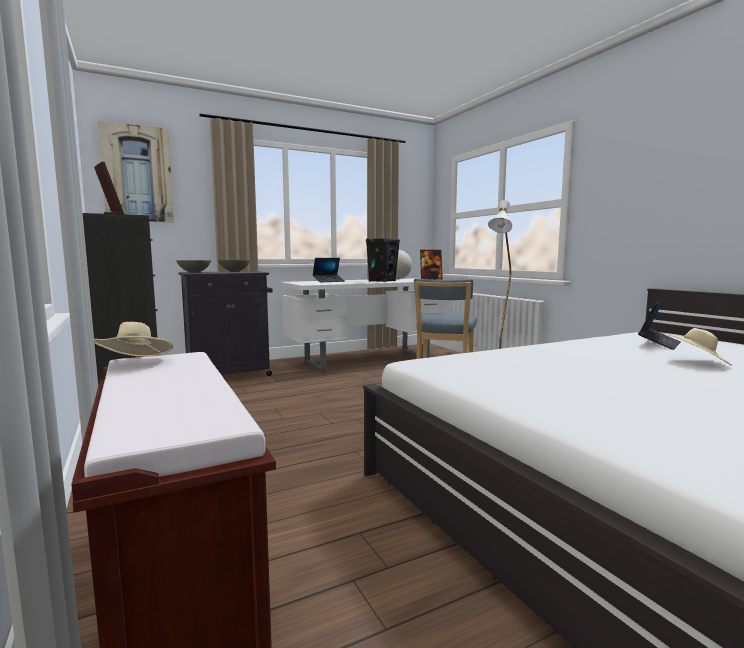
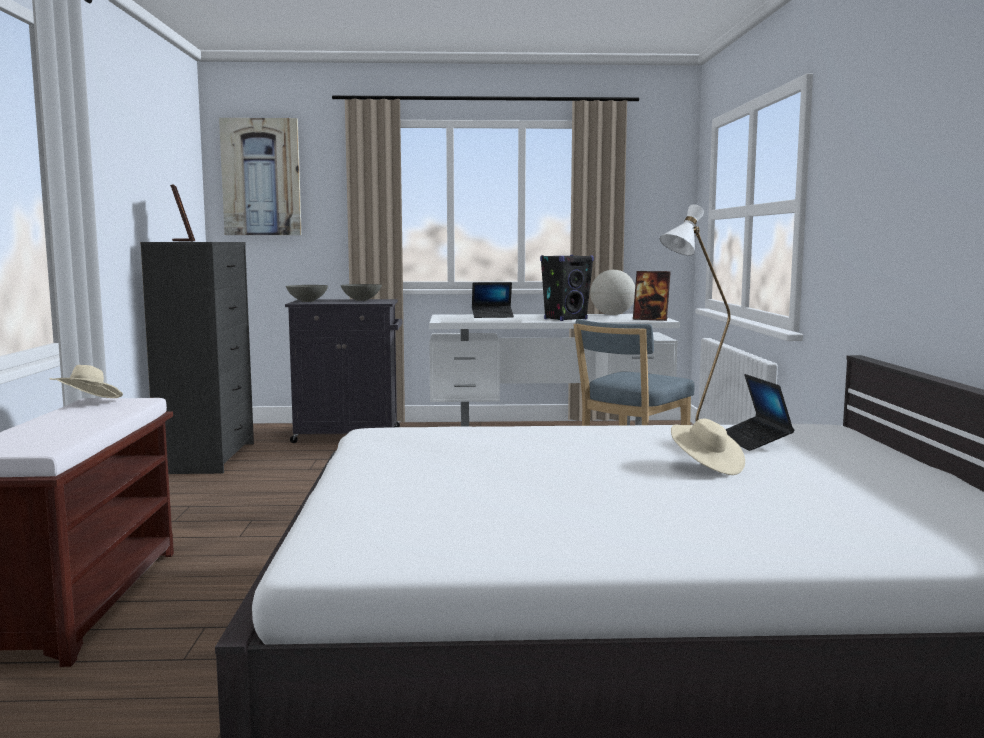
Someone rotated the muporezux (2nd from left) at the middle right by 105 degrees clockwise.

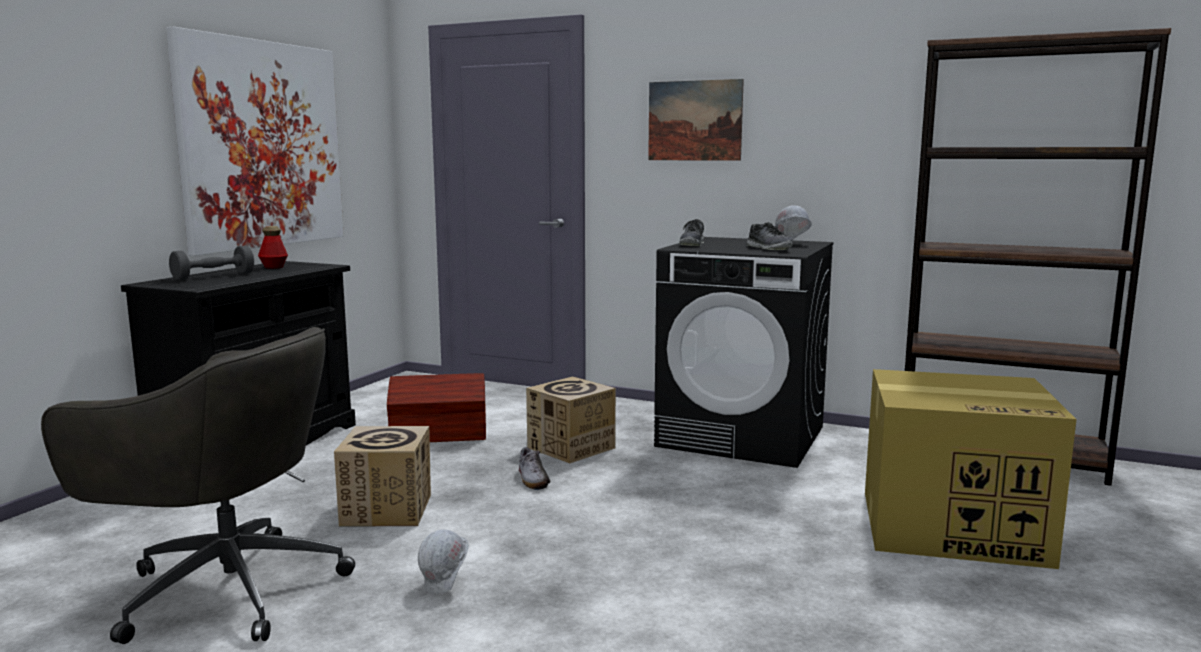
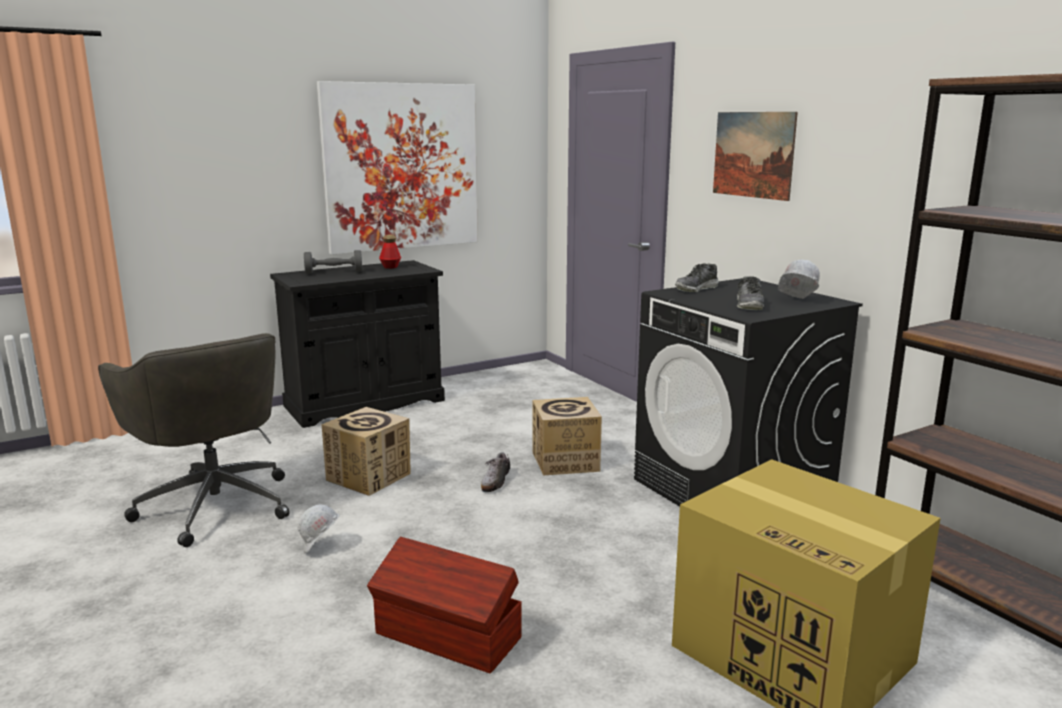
Someone carried the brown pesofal from the centre to the bottom centre.

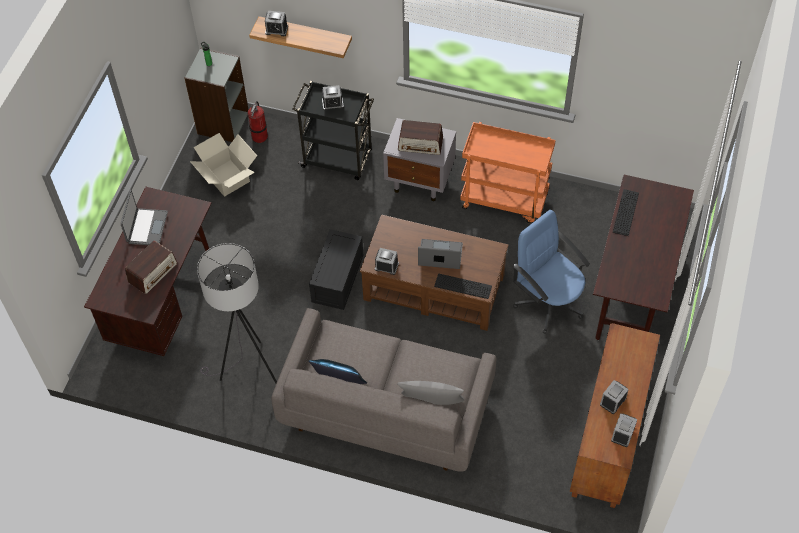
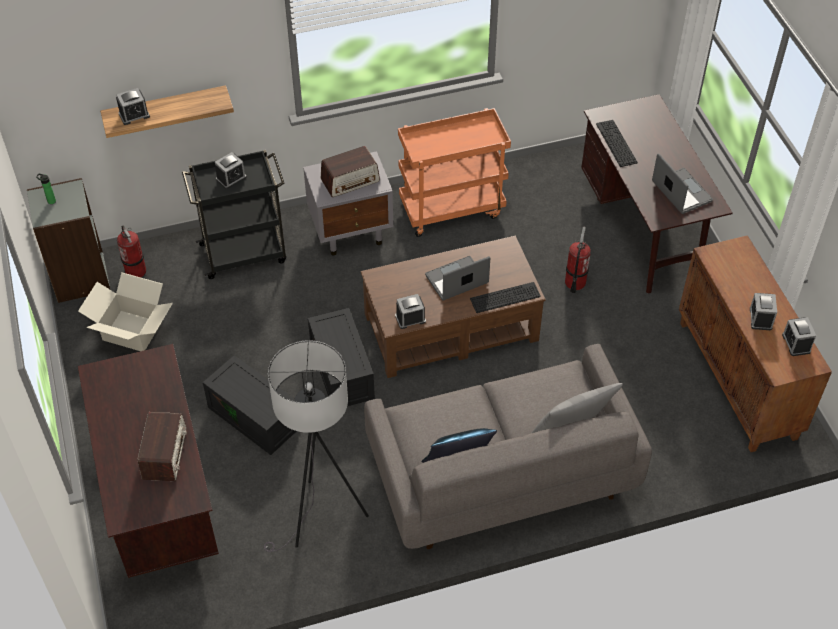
Someone put down the black pesofal (1st from left) at the middle left.
Someone swapped the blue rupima at the middle right for the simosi (2nd from left) at the middle right.
Someone carried the muporezux (1st from left in the first image) from the middle left to the top right.

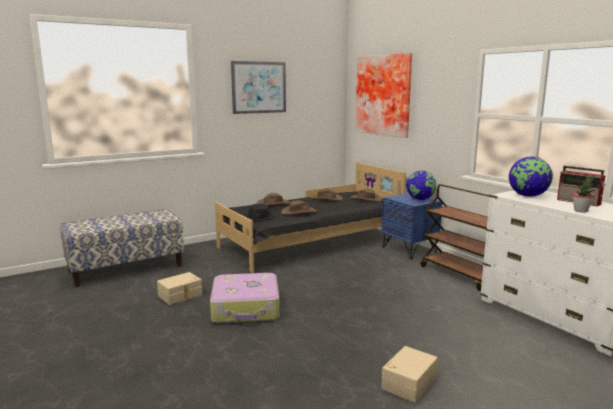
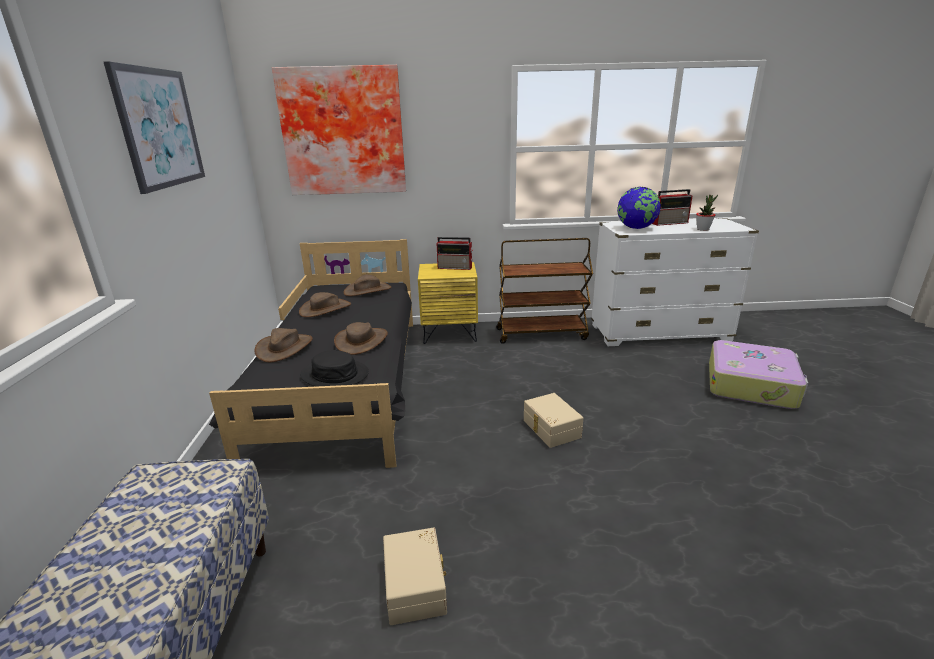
Someone repainted the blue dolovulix at the middle right, which became the yellow dolovulix at the centre.
Someone swapped the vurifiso (1st from left) at the middle right for the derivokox (1st from left) at the centre.
Someone carried the beige pesofal (2nd from left) from the bottom right to the centre.
Someone carried the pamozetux from the bottom centre to the middle right.

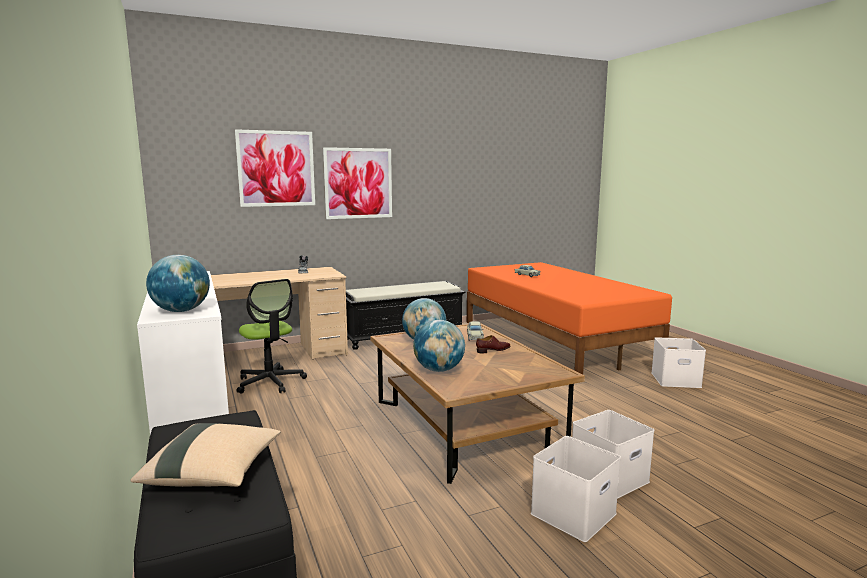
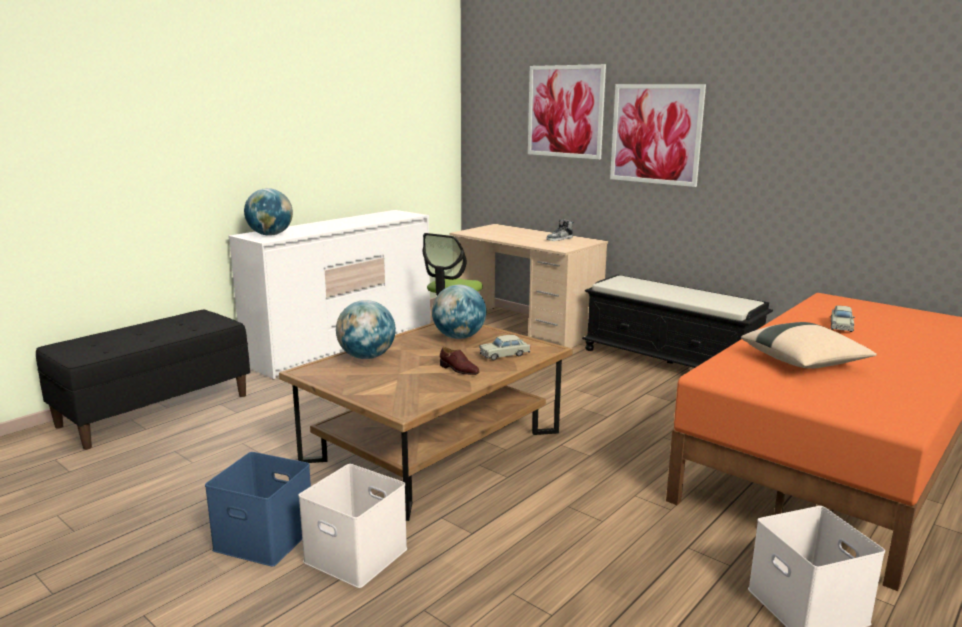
Someone repainted the white pesofal (1st from left) at the bottom centre, which became the blue pesofal at the bottom left.
Someone carried the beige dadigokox from the bottom left to the middle right.

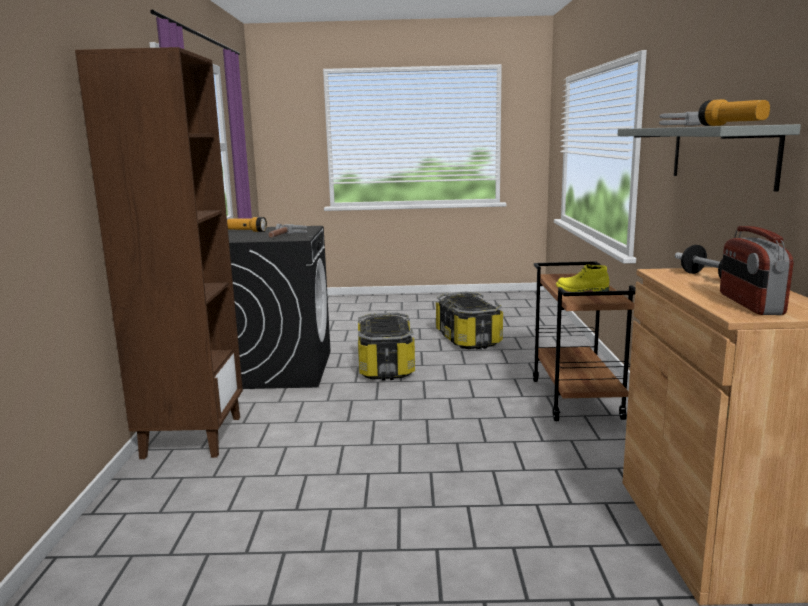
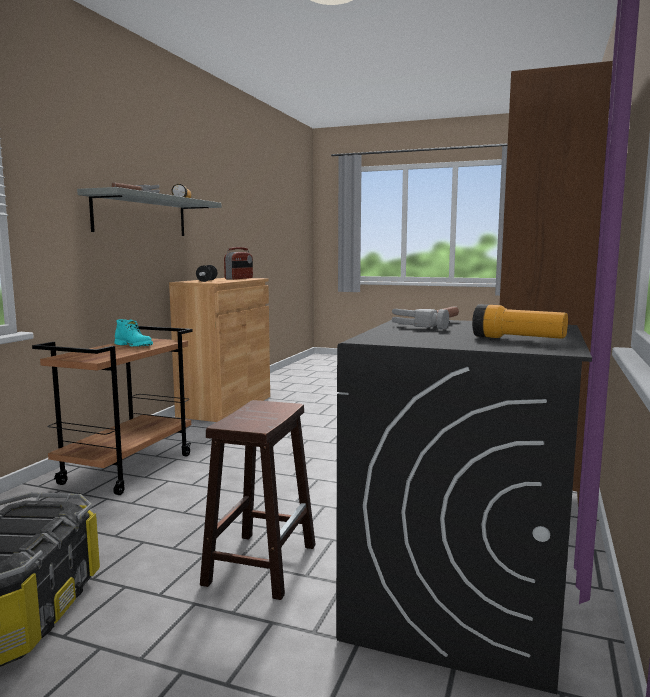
Someone repainted the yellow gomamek at the middle right, which became the turquoise gomamek at the middle left.
Someone swapped the pesofal (1st from left) at the centre for the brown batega at the bottom centre.

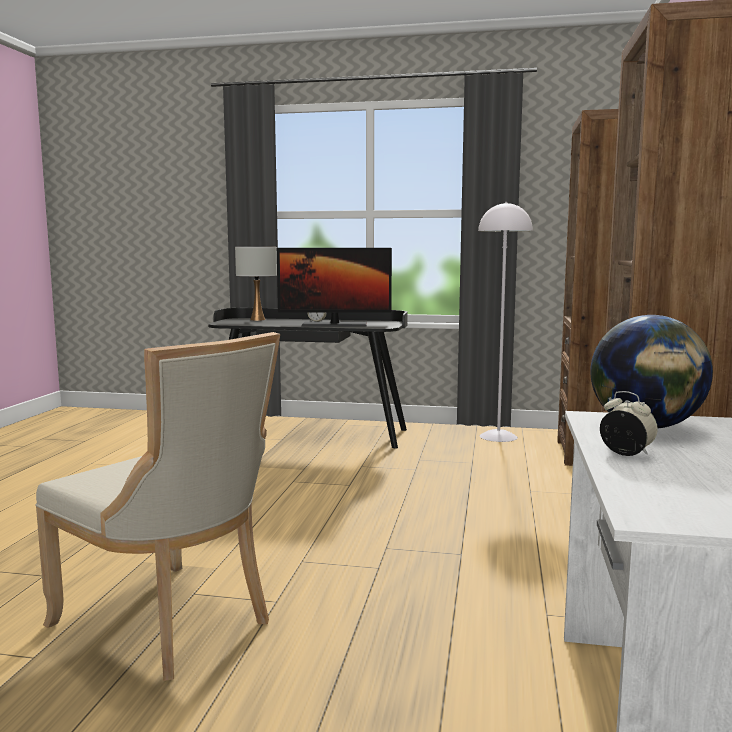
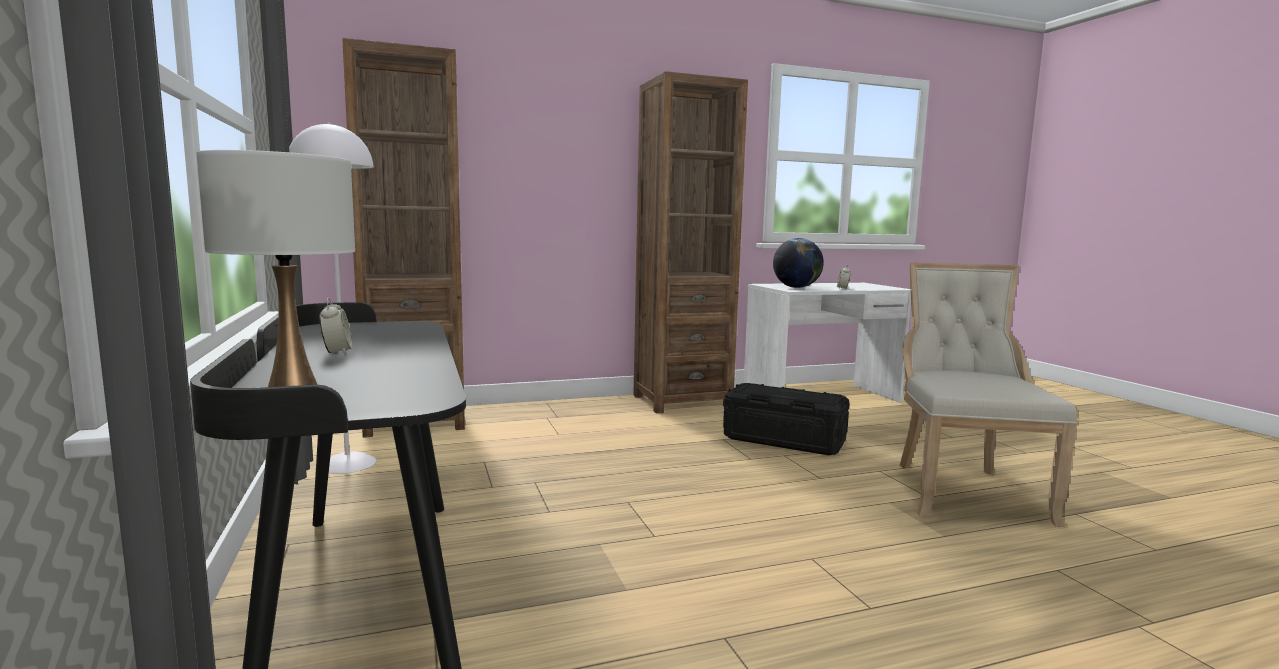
Someone put down the black pesofal at the centre.
Someone took away the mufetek at the centre.

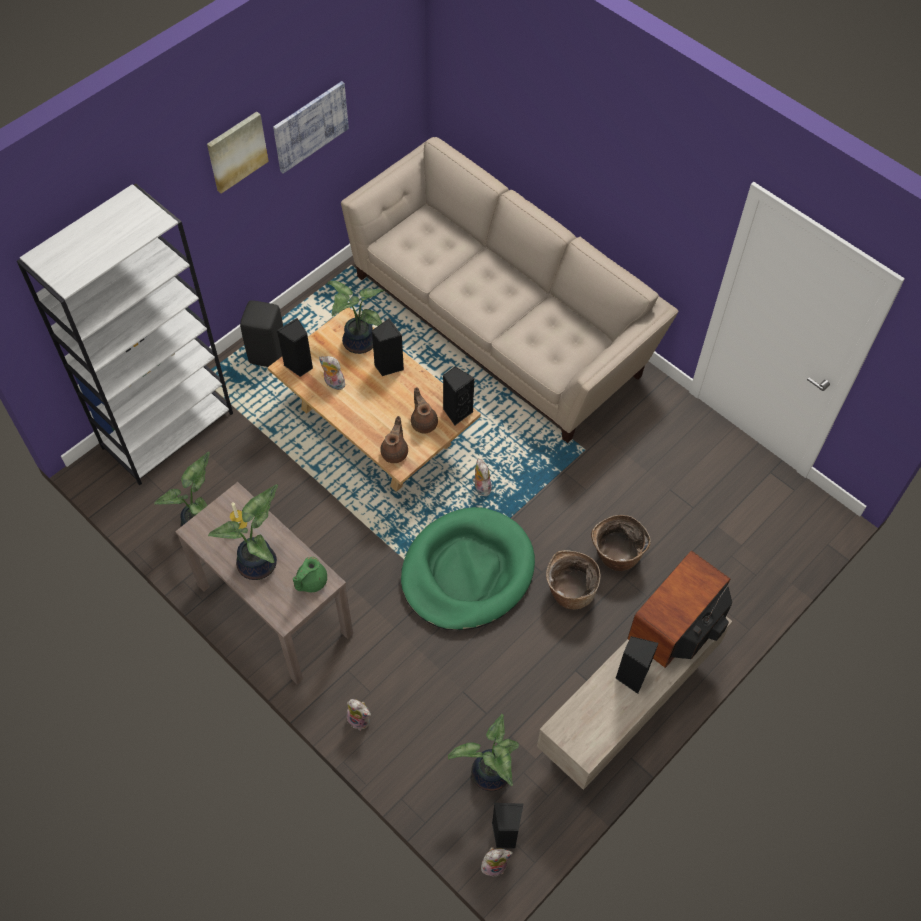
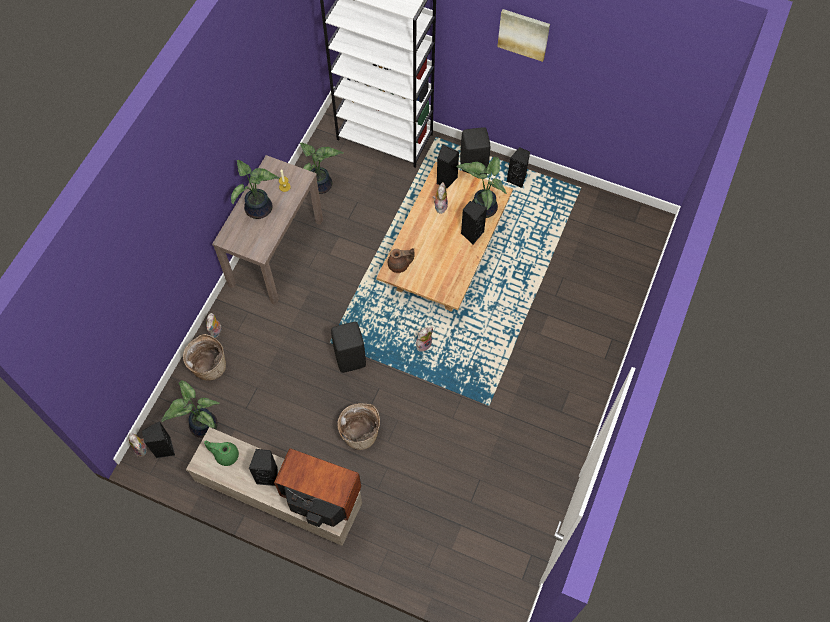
Someone carried the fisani (2nd from left in the first image) from the middle right to the middle left.
Someone carried the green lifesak from the centre to the bottom left.
Someone swapped the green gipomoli at the centre for the black batega (1st from left) at the centre.
Someone carried the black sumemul (3rd from left in the first image) from the centre to the top centre.
Someone took away the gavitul (2nd from left) at the top centre.
Someone took away the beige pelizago at the top centre.
Someone took away the brown lifesak (2nd from left) at the centre.

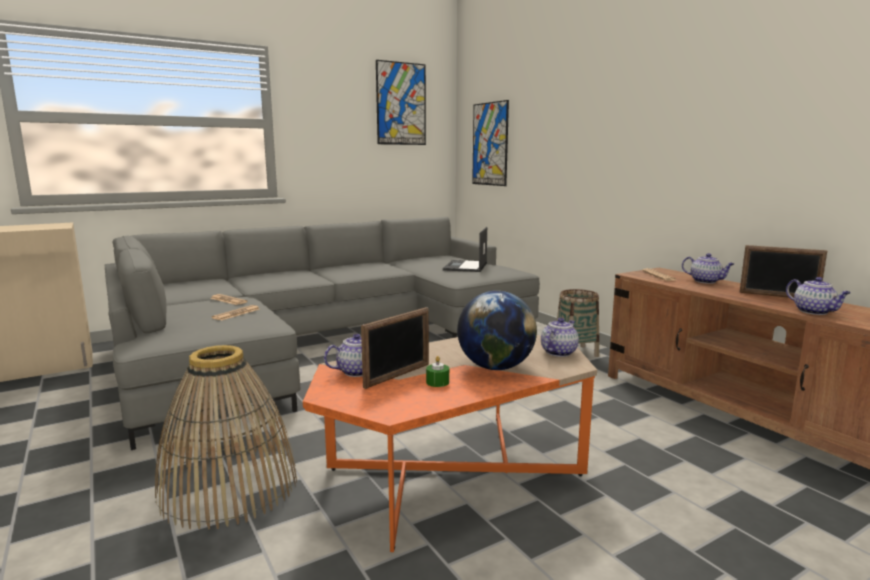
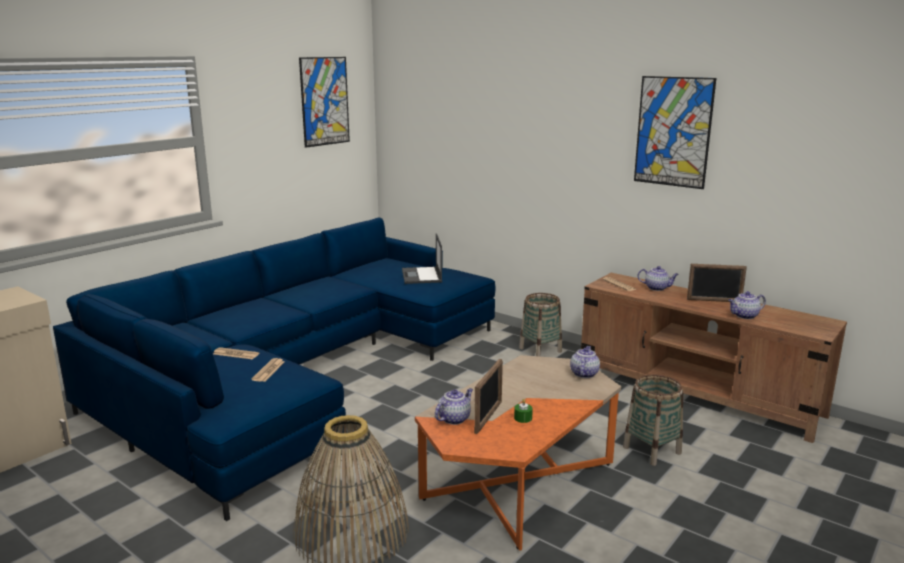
Someone repainted the grey pelizago at the centre, which became the blue pelizago at the middle left.
Someone put down the fisani (3rd from left) at the bottom right.
Someone carried the gavitul (2nd from left) from the top centre to the top right.
Someone rotated the lifesak (4th from left) at the middle right by 120 degrees clockwise.
Someone took away the vurifiso at the centre.

